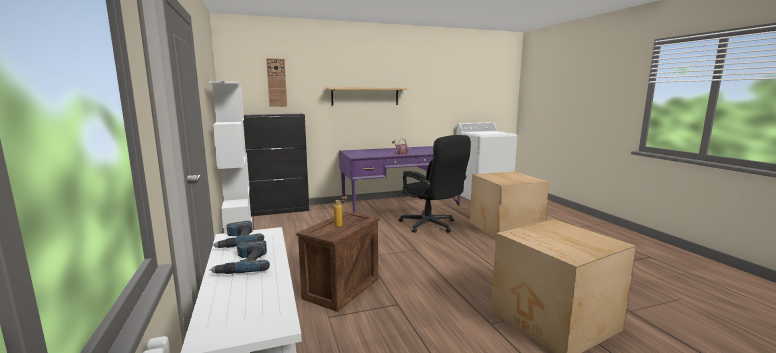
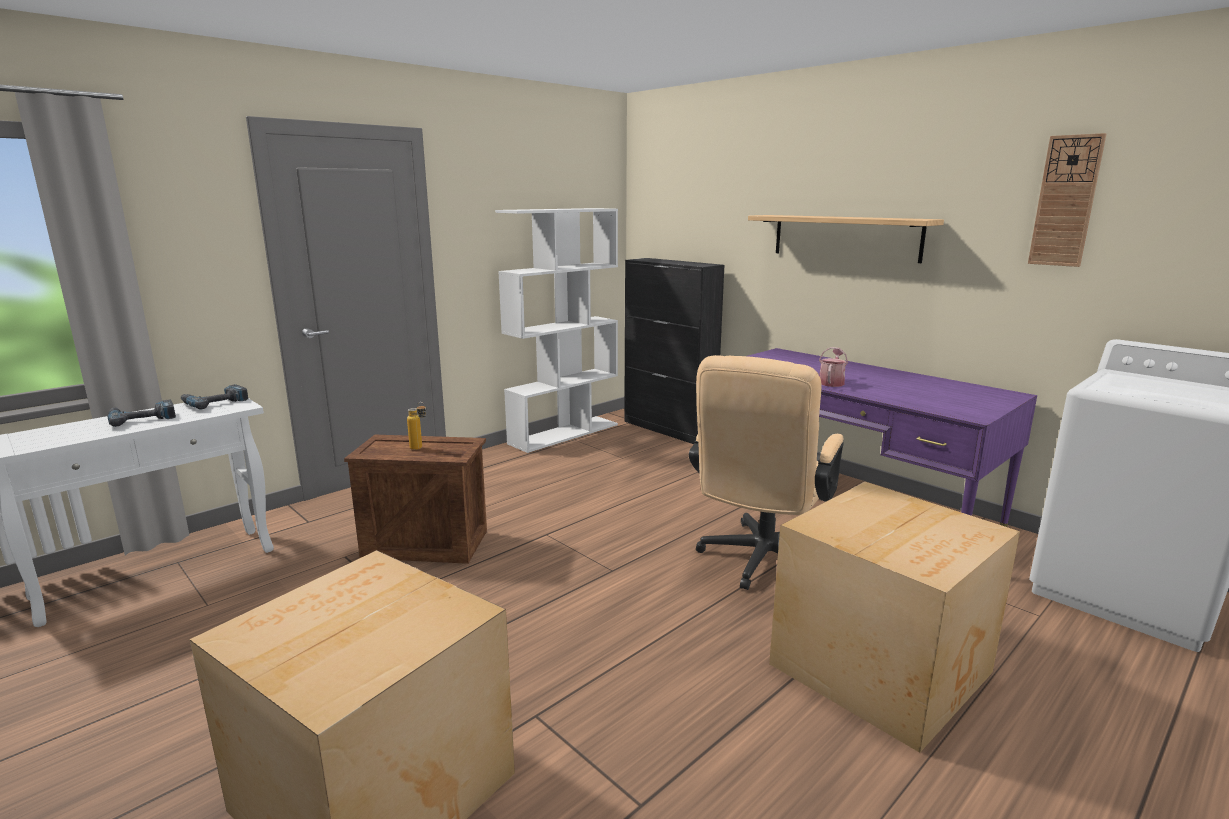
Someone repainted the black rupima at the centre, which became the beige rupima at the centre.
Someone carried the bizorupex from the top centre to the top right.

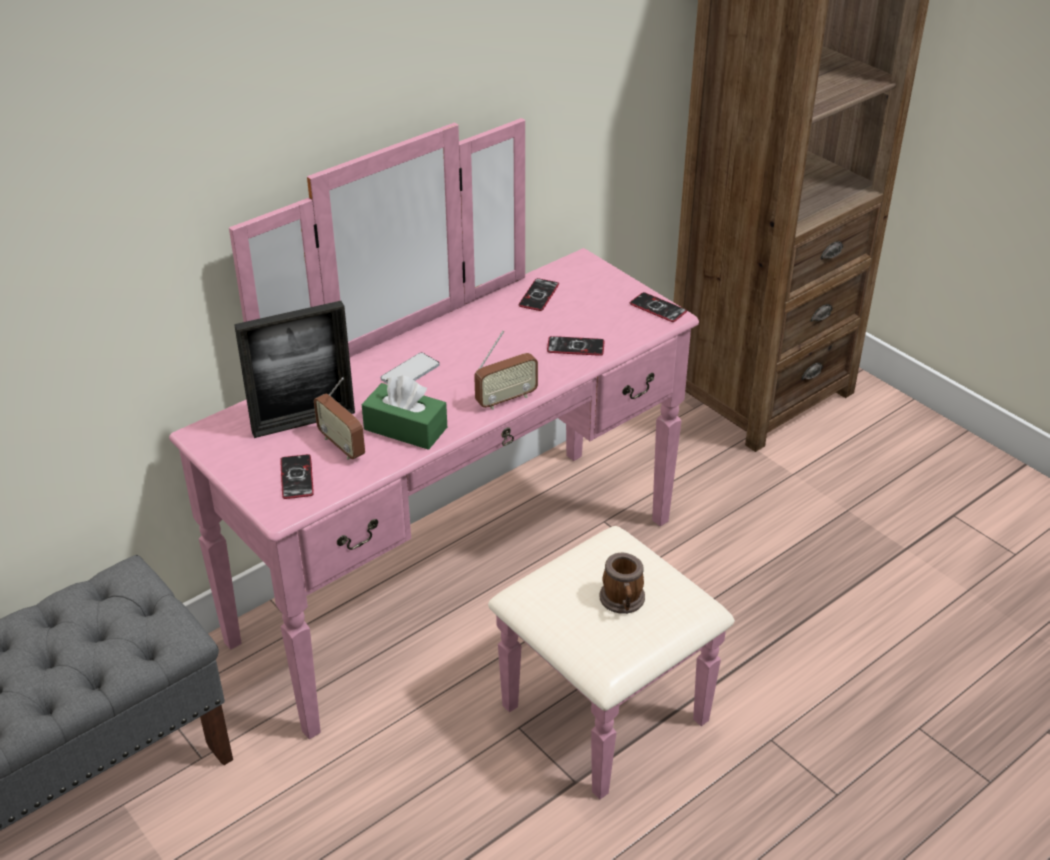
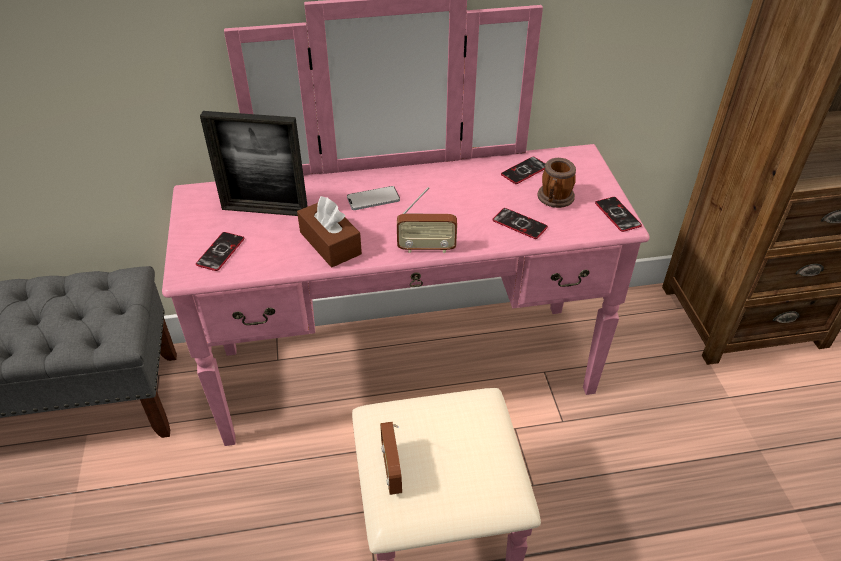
Someone repainted the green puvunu at the centre, which became the brown puvunu at the centre.
Someone carried the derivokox (1st from left) from the middle left to the bottom centre.
Someone carried the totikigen from the bottom centre to the top centre.

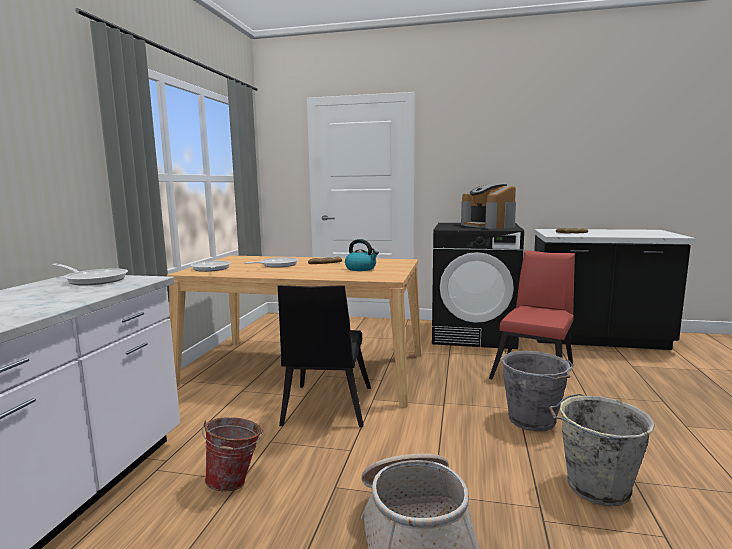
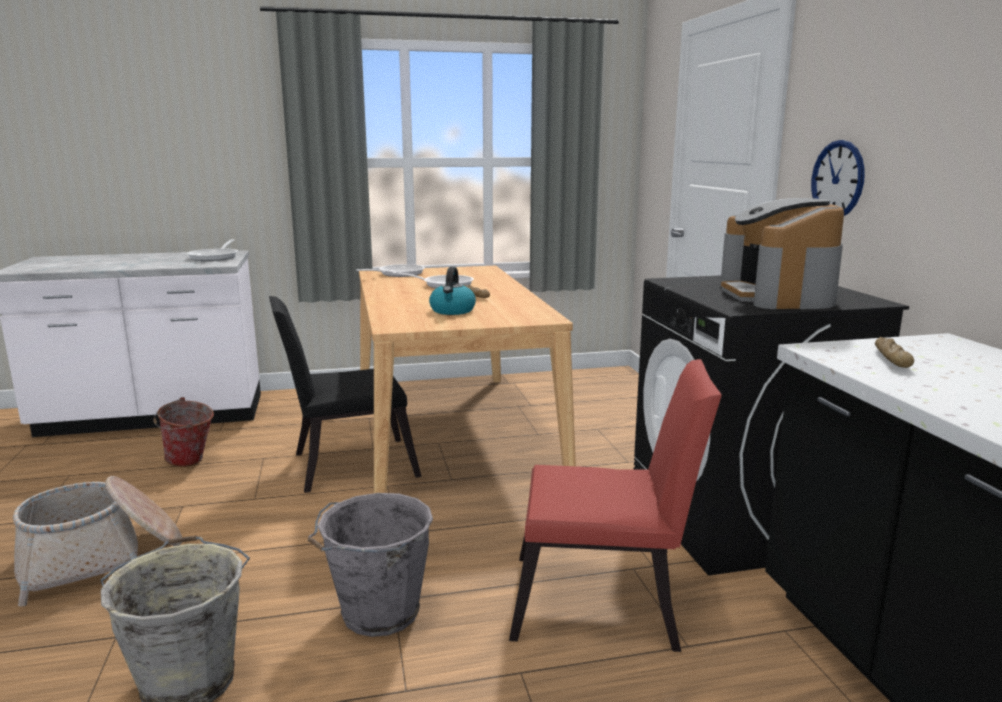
Someone rotated the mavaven at the middle right by 45 degrees counterclockwise.
Someone put up the bizorupex at the top right.

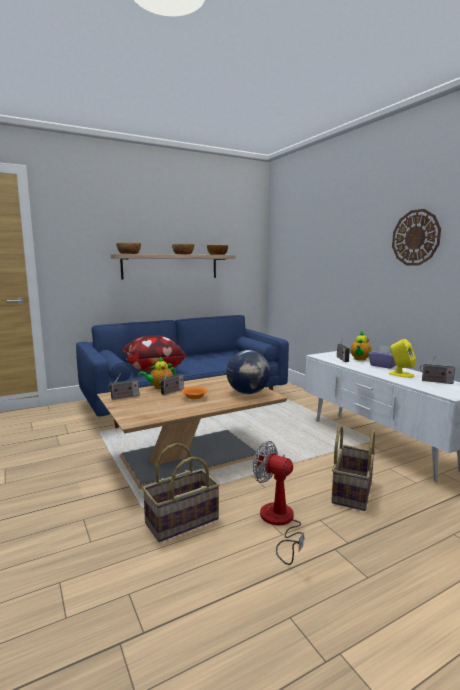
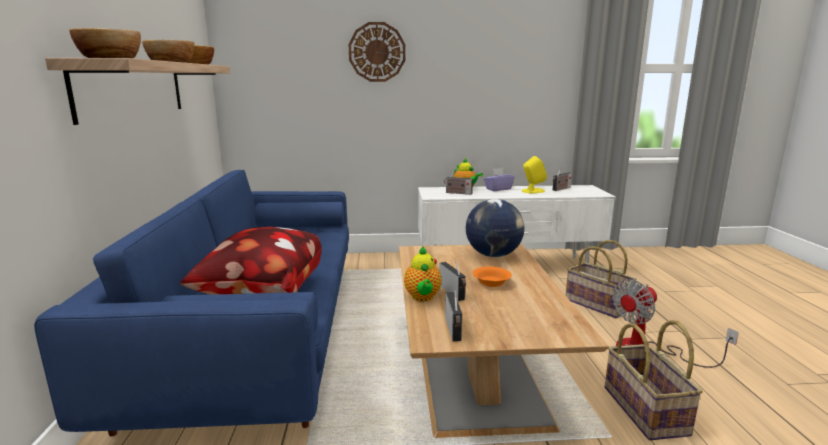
Someone carried the bizorupex from the middle right to the top centre.

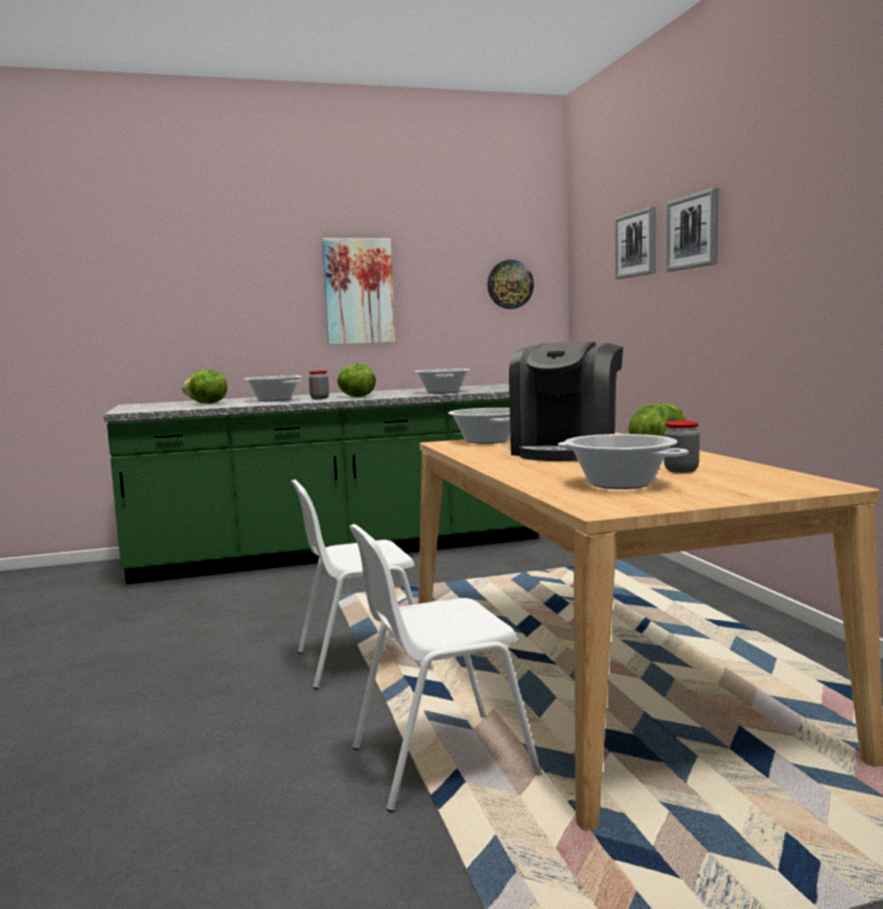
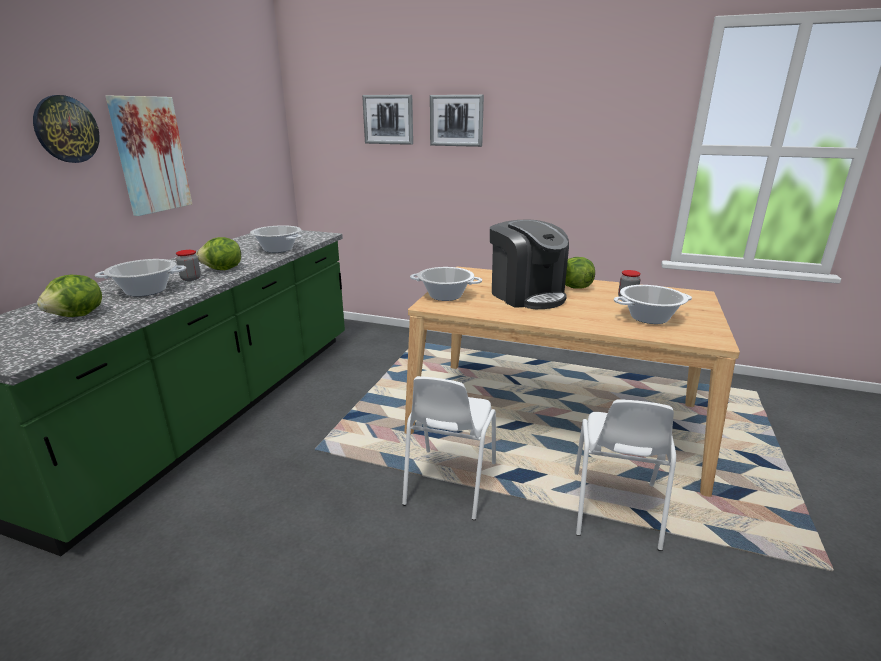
Someone carried the bizorupex from the top centre to the top left.

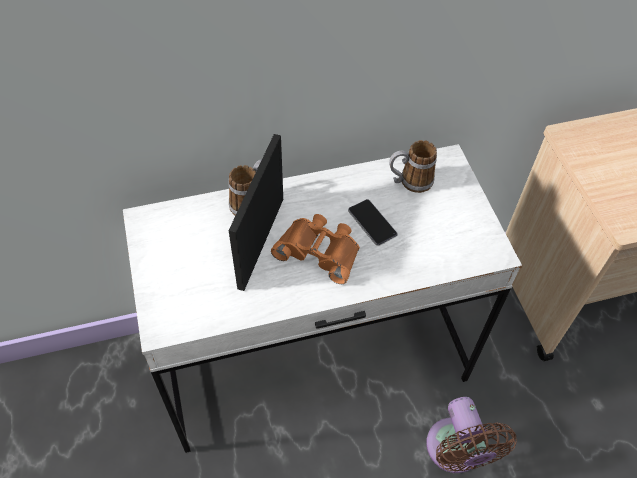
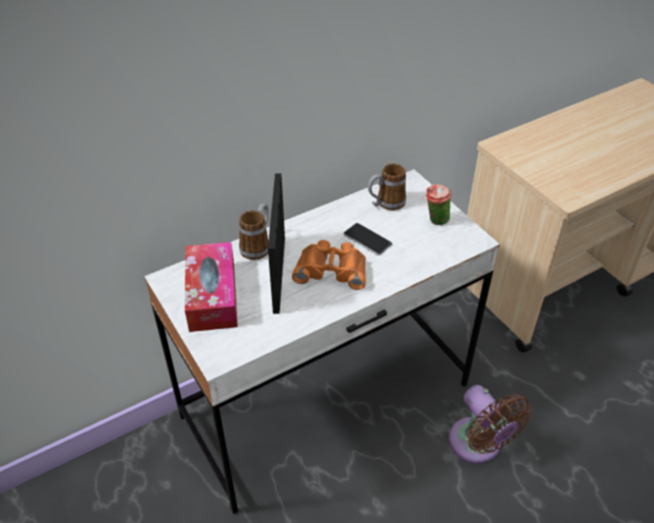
Someone put down the puvunu at the middle left.
Someone put down the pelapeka at the middle right.

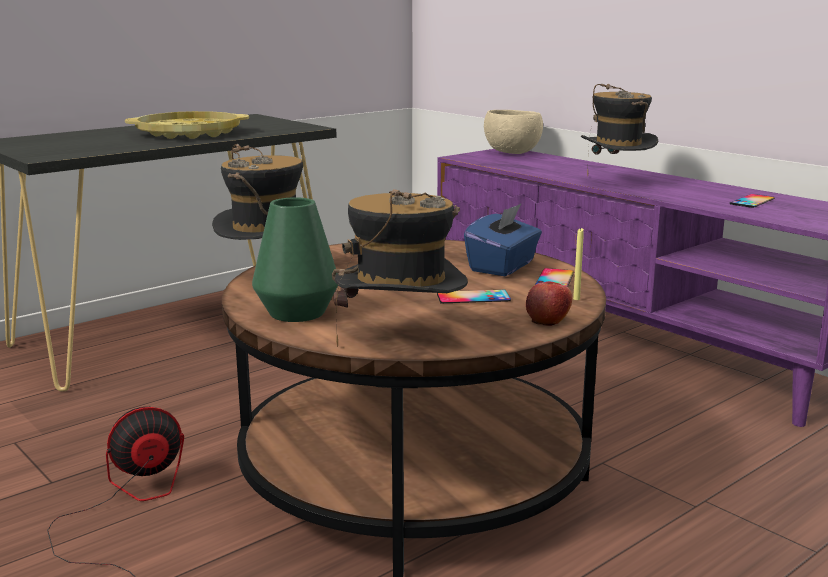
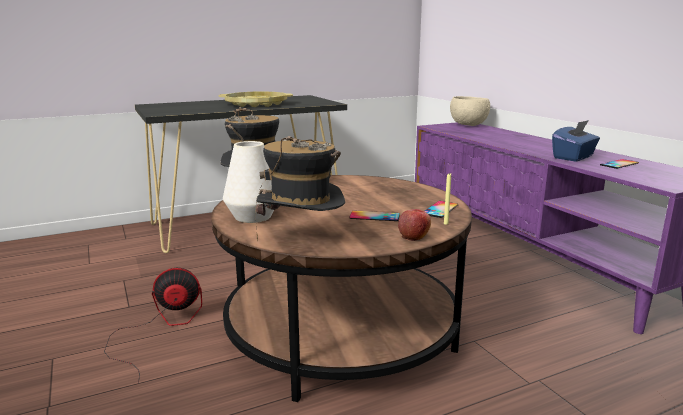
Someone repainted the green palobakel at the centre, which became the white palobakel at the centre.
Someone carried the blue puvunu from the centre to the middle right.
Someone took away the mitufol (3rd from left) at the top right.

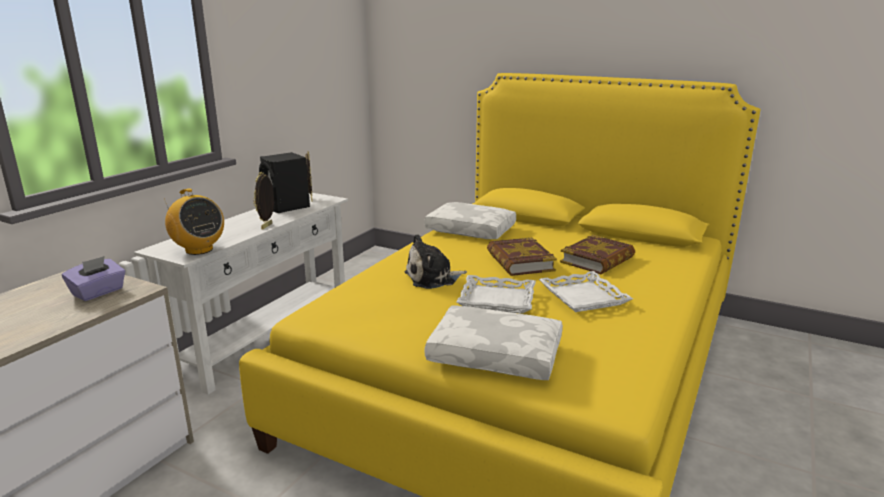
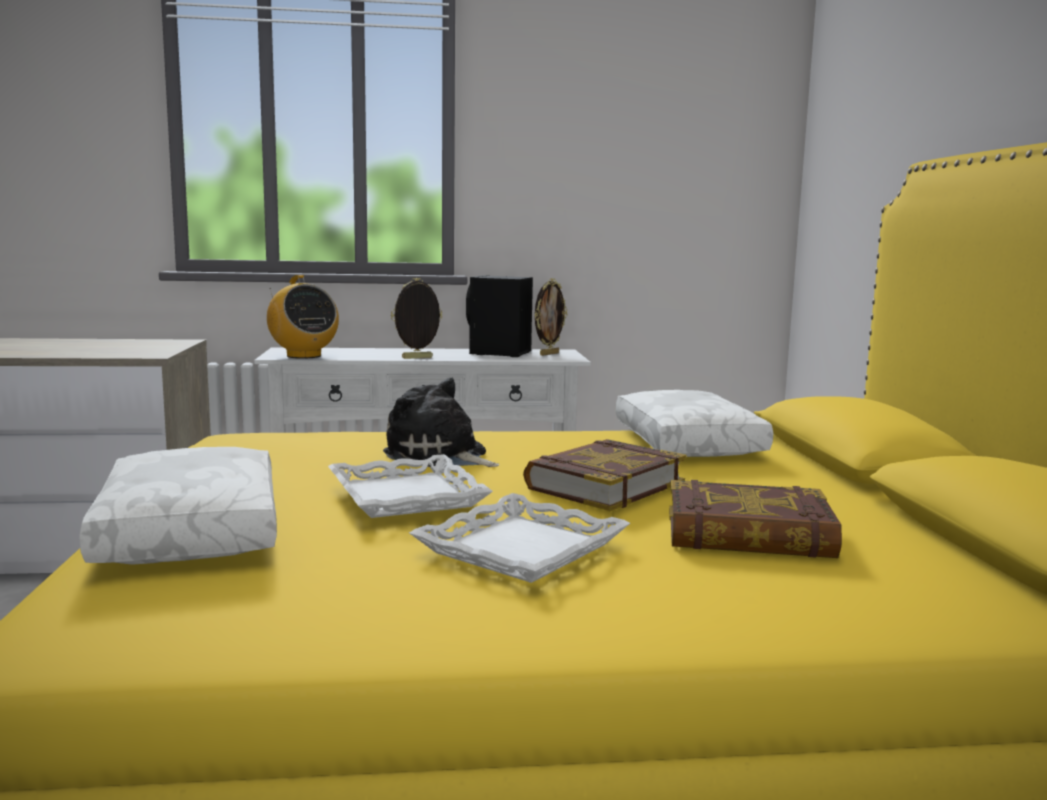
Someone rotated the derivokox at the middle left by 45 degrees counterclockwise.
Someone took away the purple puvunu at the middle left.

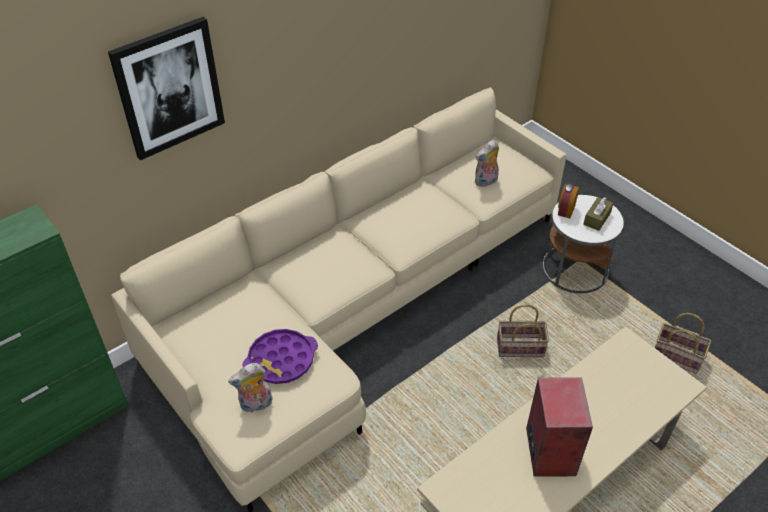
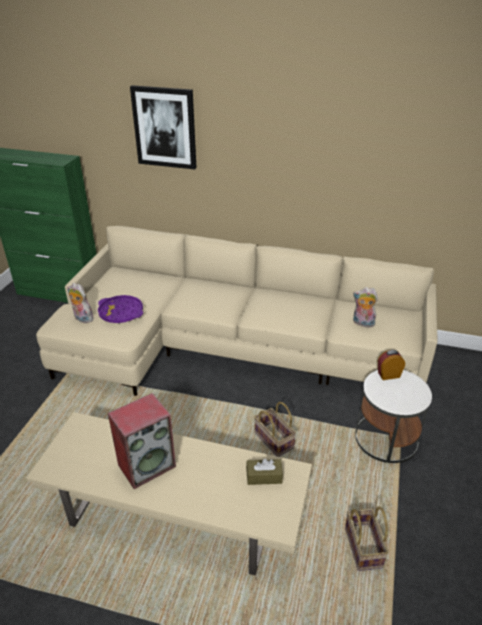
Someone carried the brown puvunu from the middle right to the bottom centre.

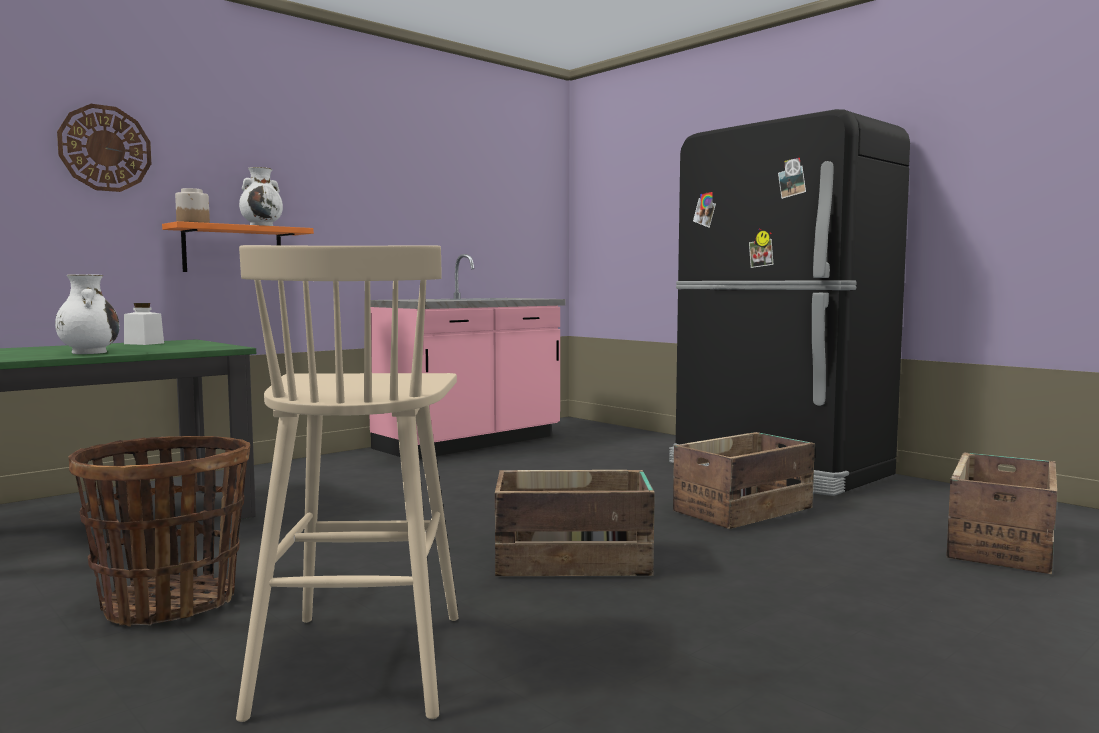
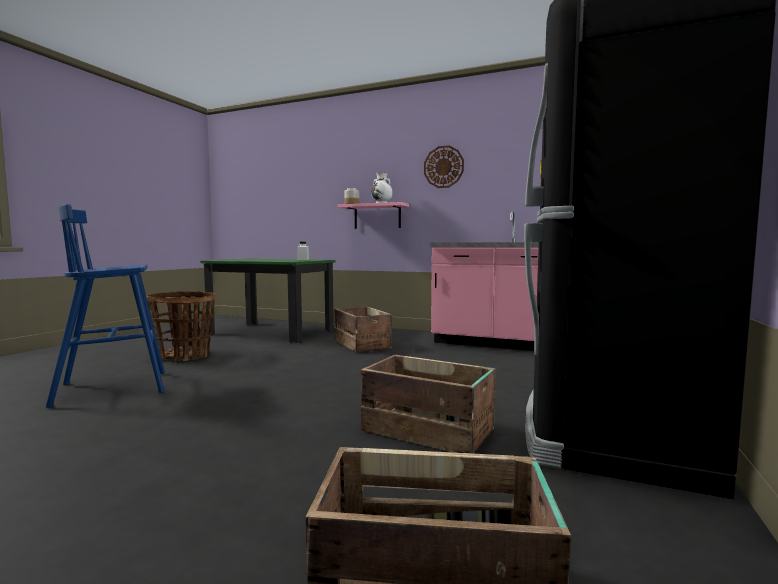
Someone repainted the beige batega at the middle left, which became the blue batega at the middle left.
Someone carried the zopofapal (1st from left) from the bottom centre to the centre.
Someone repainted the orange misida at the middle left, which became the pink misida at the centre.
Someone carried the bizorupex from the top left to the top centre.
Someone took away the white palobakel (1st from left) at the middle left.

